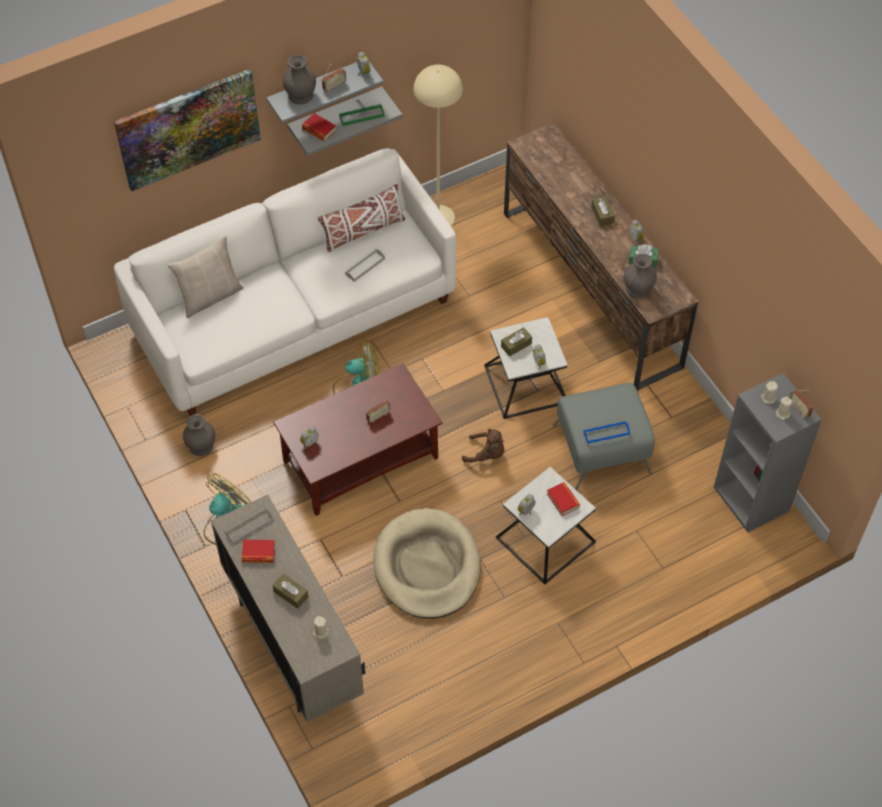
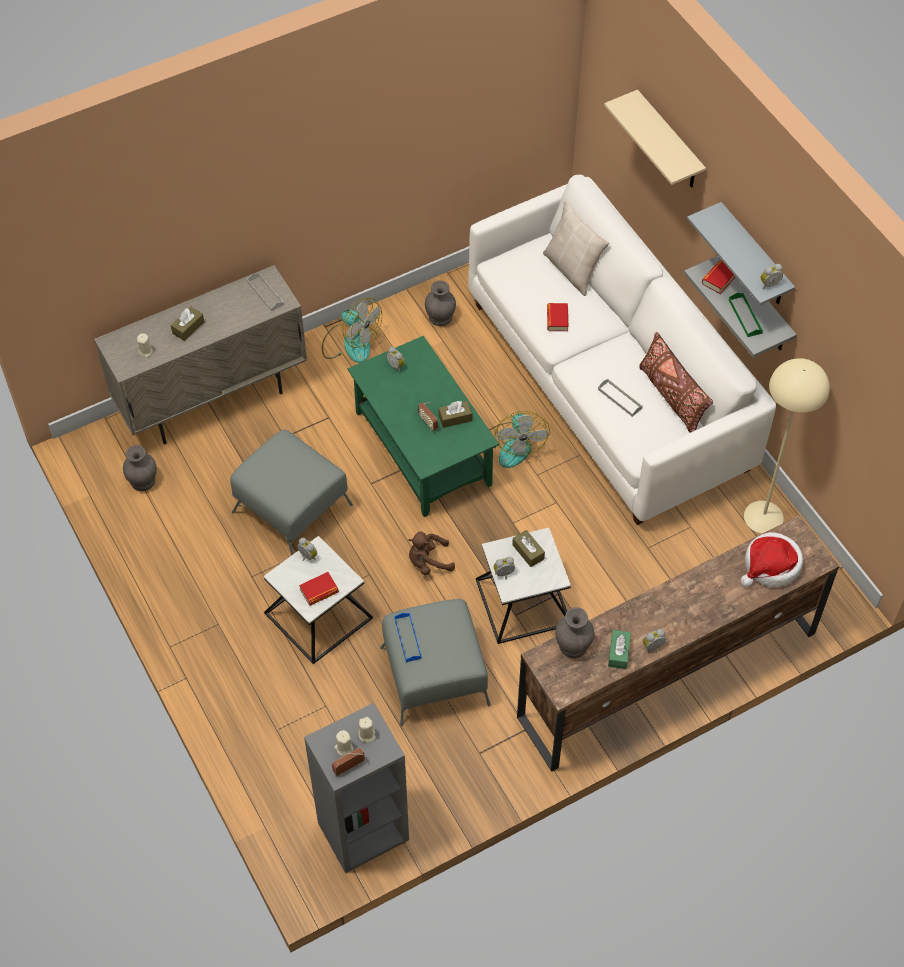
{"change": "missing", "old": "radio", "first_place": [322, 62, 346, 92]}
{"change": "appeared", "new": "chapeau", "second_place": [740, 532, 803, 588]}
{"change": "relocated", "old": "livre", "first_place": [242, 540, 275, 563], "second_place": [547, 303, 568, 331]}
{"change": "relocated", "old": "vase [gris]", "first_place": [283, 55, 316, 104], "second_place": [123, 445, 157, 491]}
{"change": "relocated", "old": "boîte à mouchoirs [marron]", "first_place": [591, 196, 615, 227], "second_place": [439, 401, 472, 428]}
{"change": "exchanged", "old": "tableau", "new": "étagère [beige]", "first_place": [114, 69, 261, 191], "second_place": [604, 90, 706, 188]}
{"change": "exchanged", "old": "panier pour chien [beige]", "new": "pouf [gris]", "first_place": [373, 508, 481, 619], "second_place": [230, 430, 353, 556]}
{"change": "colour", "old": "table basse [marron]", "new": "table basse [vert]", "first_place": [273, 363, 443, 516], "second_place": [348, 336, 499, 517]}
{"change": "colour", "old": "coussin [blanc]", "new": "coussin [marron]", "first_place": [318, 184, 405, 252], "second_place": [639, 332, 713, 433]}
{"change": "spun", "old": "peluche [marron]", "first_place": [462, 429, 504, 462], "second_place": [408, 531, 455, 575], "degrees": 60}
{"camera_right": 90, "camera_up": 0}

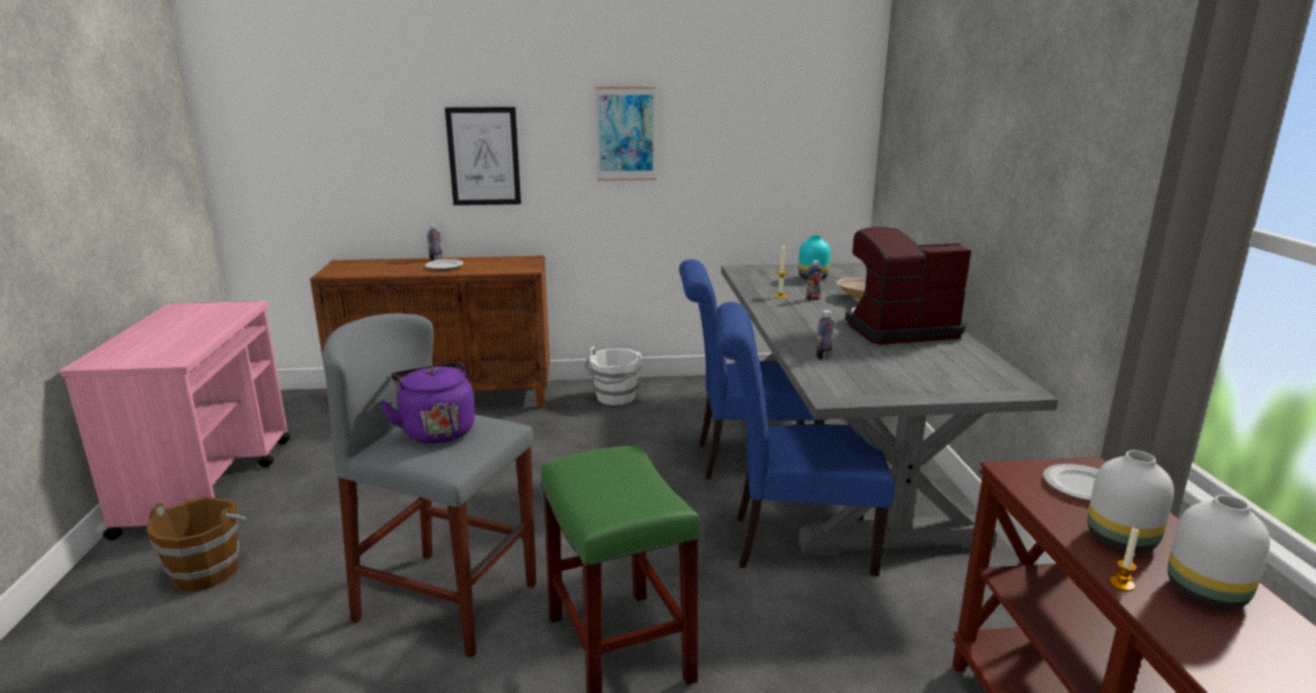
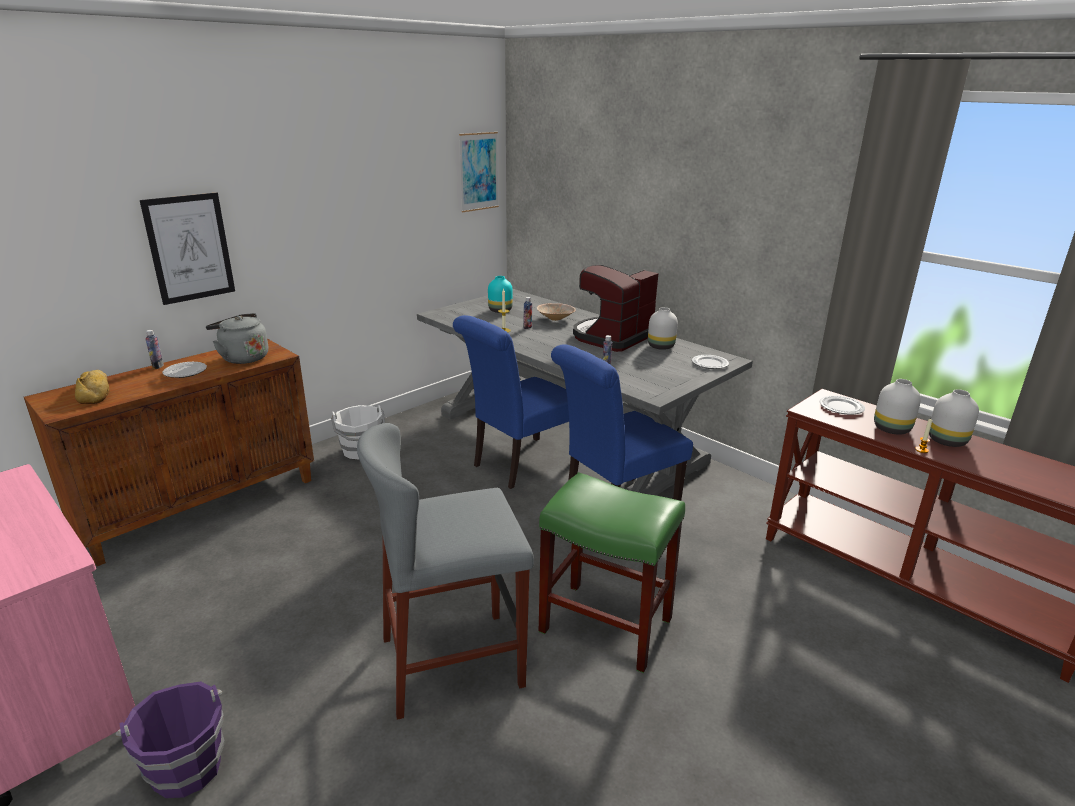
{"change": "missing", "old": "bouilloire [violet]", "first_place": [380, 362, 475, 444]}
{"change": "appeared", "new": "pain", "second_place": [75, 370, 110, 404]}
{"change": "appeared", "new": "bouilloire [gris]", "second_place": [206, 313, 268, 364]}
{"change": "appeared", "new": "vase [blanc]", "second_place": [648, 307, 678, 350]}
{"change": "appeared", "new": "assiette", "second_place": [692, 355, 729, 369]}
{"change": "relocated", "old": "tableau", "first_place": [595, 87, 656, 181], "second_place": [459, 132, 499, 212]}
{"change": "colour", "old": "seau [marron]", "new": "seau [violet]", "first_place": [147, 497, 246, 592], "second_place": [116, 682, 224, 798]}
{"camera_right": -40, "camera_up": 5}

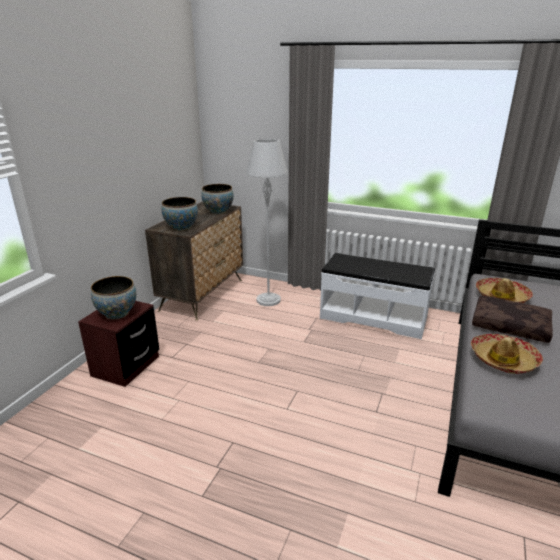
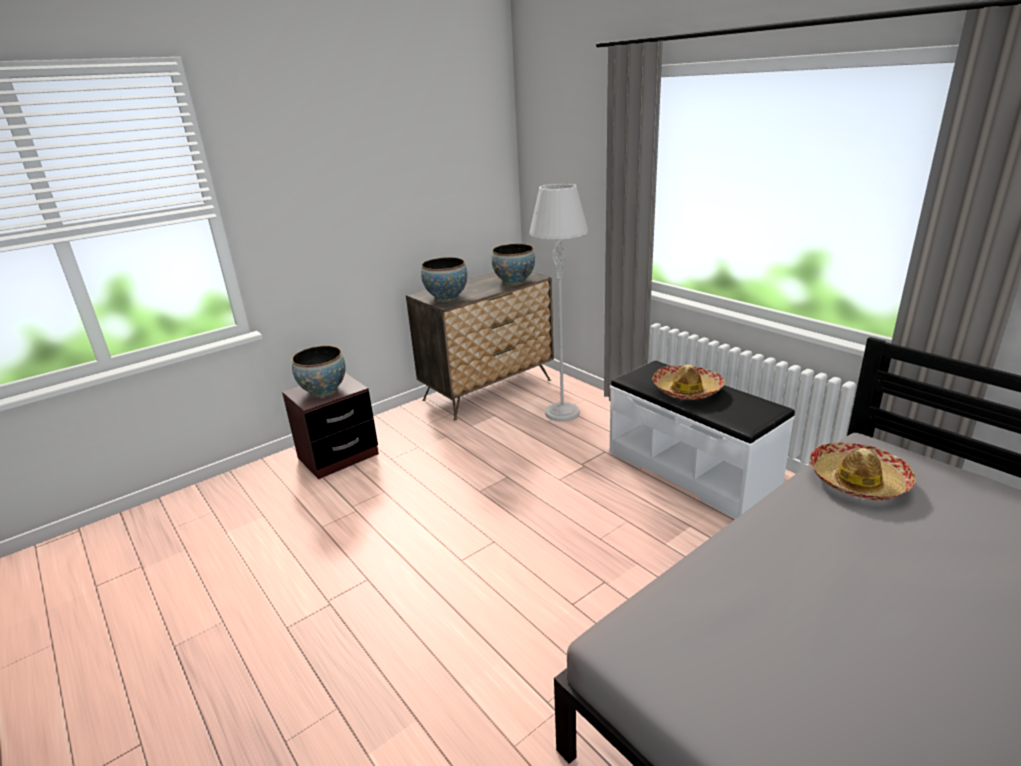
{"change": "missing", "old": "coussin [marron]", "first_place": [472, 296, 553, 343]}
{"change": "relocated", "old": "chapeau", "first_place": [471, 334, 543, 374], "second_place": [652, 365, 725, 400]}
{"camera_right": 30, "camera_up": 0}

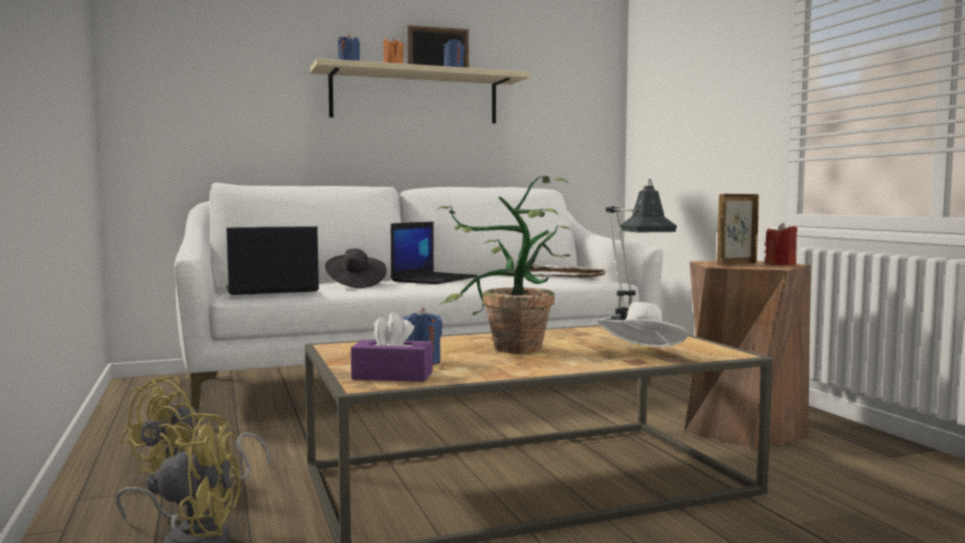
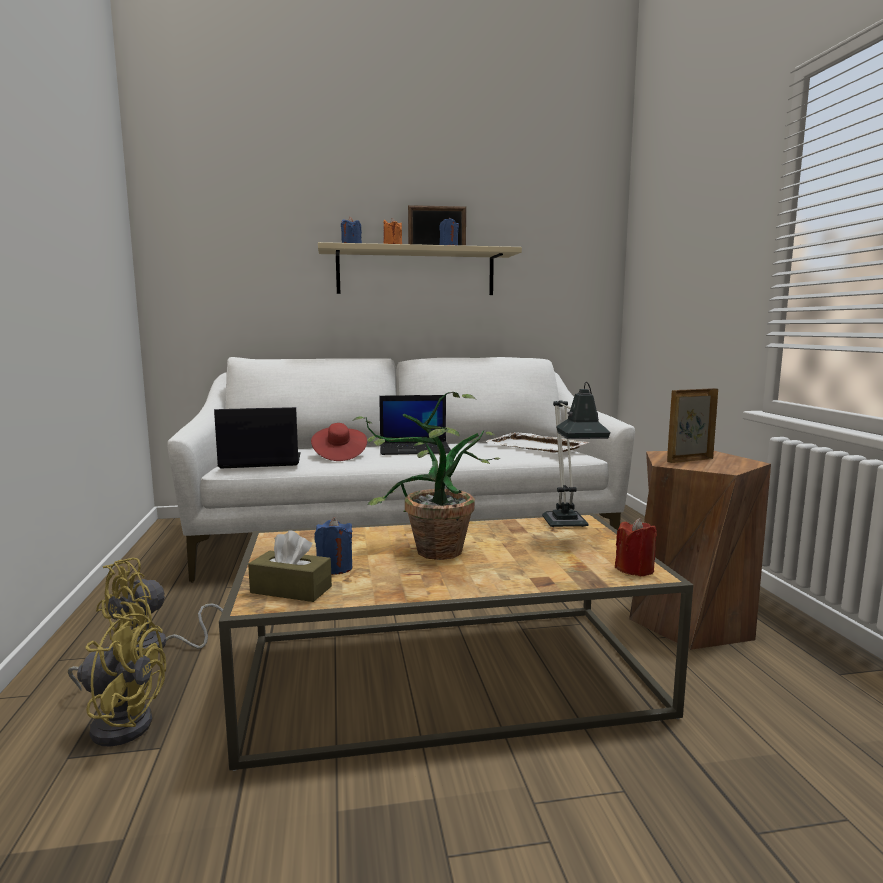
{"change": "missing", "old": "chapeau [blanc]", "first_place": [598, 302, 688, 347]}
{"change": "relocated", "old": "bougie [rouge]", "first_place": [765, 223, 797, 266], "second_place": [615, 518, 657, 576]}
{"change": "colour", "old": "chapeau [noir]", "new": "chapeau [rouge]", "first_place": [325, 249, 387, 288], "second_place": [311, 423, 367, 461]}
{"change": "colour", "old": "boîte à mouchoirs [violet]", "new": "boîte à mouchoirs [marron]", "first_place": [351, 313, 433, 382], "second_place": [248, 530, 332, 602]}
{"change": "spun", "old": "ordinateur portable", "first_place": [391, 222, 478, 284], "second_place": [379, 395, 451, 455], "degrees": 45}
{"camera_right": 10, "camera_up": 5}

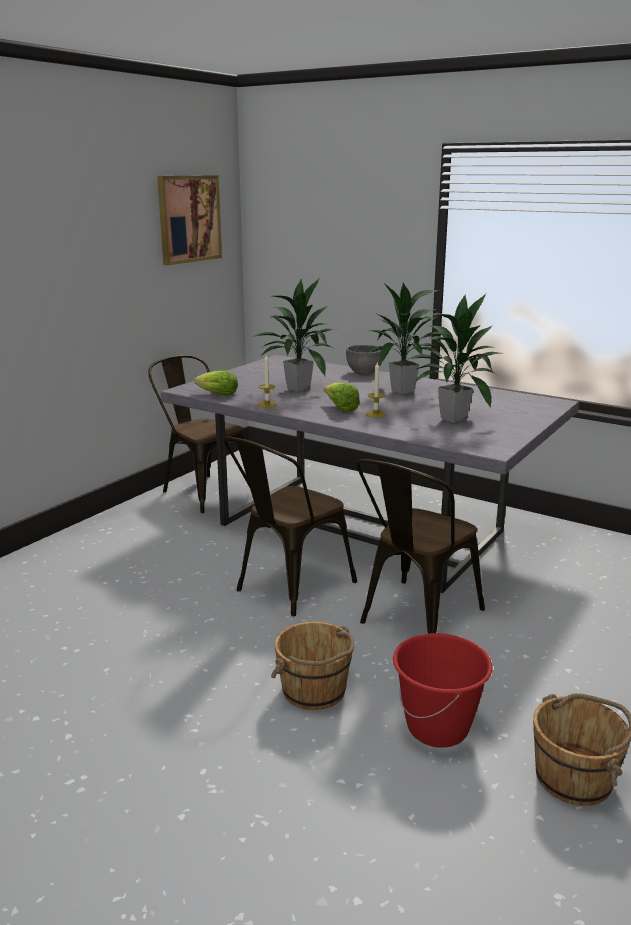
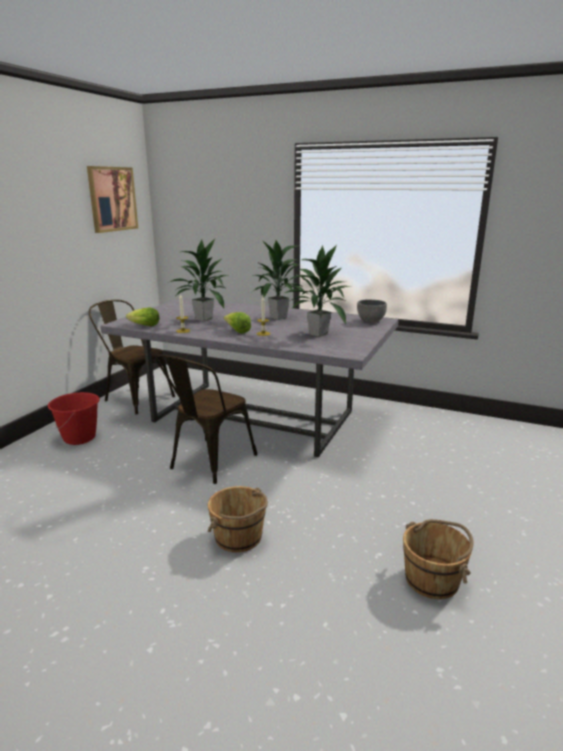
{"change": "missing", "old": "chaise [marron]", "first_place": [357, 459, 485, 634]}
{"change": "relocated", "old": "bol [gris]", "first_place": [346, 345, 382, 374], "second_place": [357, 299, 387, 323]}
{"change": "relocated", "old": "seau [rouge]", "first_place": [393, 633, 492, 748], "second_place": [48, 392, 100, 445]}
{"camera_right": -10, "camera_up": 0}

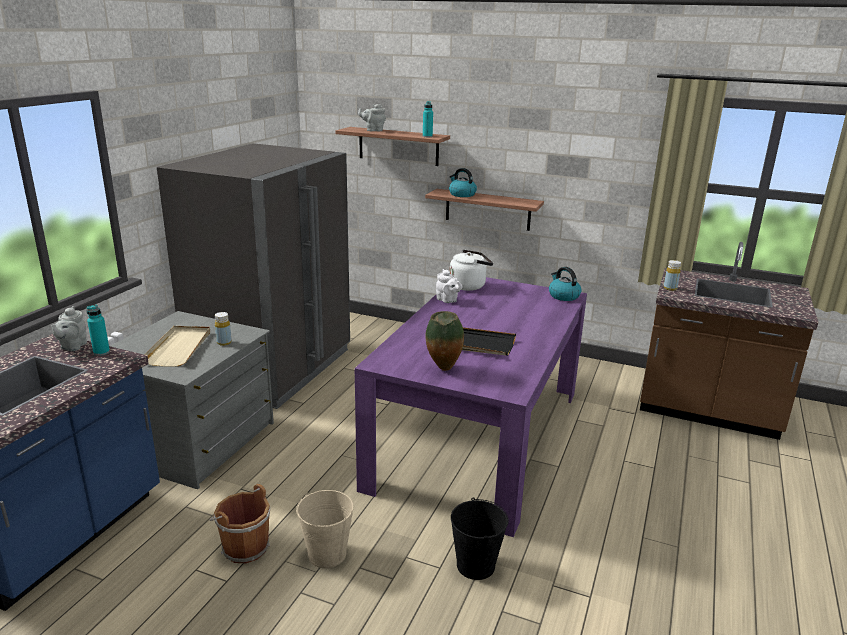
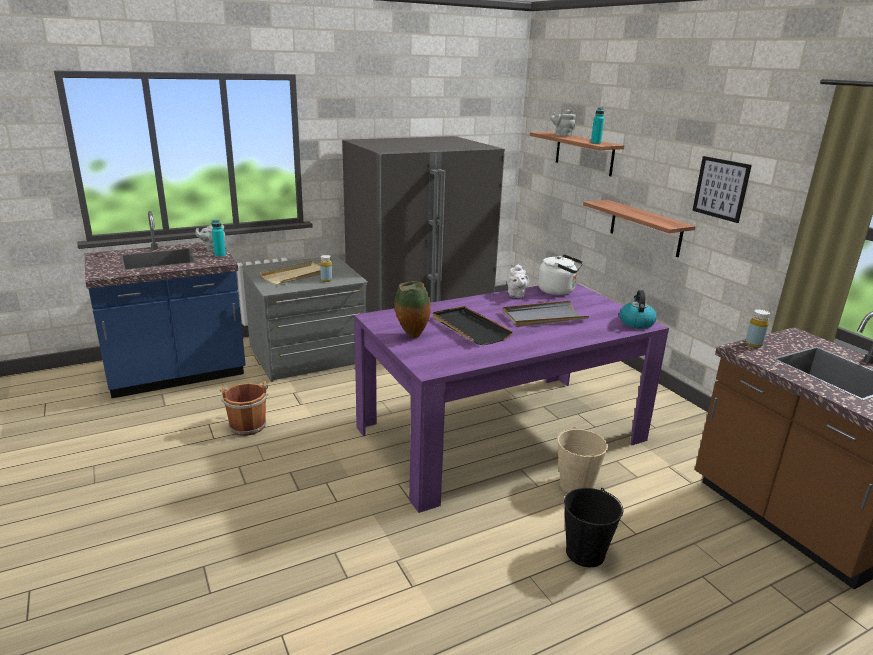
{"change": "missing", "old": "bouilloire", "first_place": [449, 168, 477, 197]}
{"change": "appeared", "new": "plateau [gris]", "second_place": [502, 300, 589, 327]}
{"change": "appeared", "new": "tableau", "second_place": [692, 156, 752, 223]}
{"change": "relocated", "old": "seau [beige]", "first_place": [296, 490, 354, 568], "second_place": [557, 427, 608, 493]}
{"change": "relocated", "old": "seau [noir]", "first_place": [451, 497, 509, 580], "second_place": [564, 488, 623, 567]}
{"camera_right": 40, "camera_up": 0}

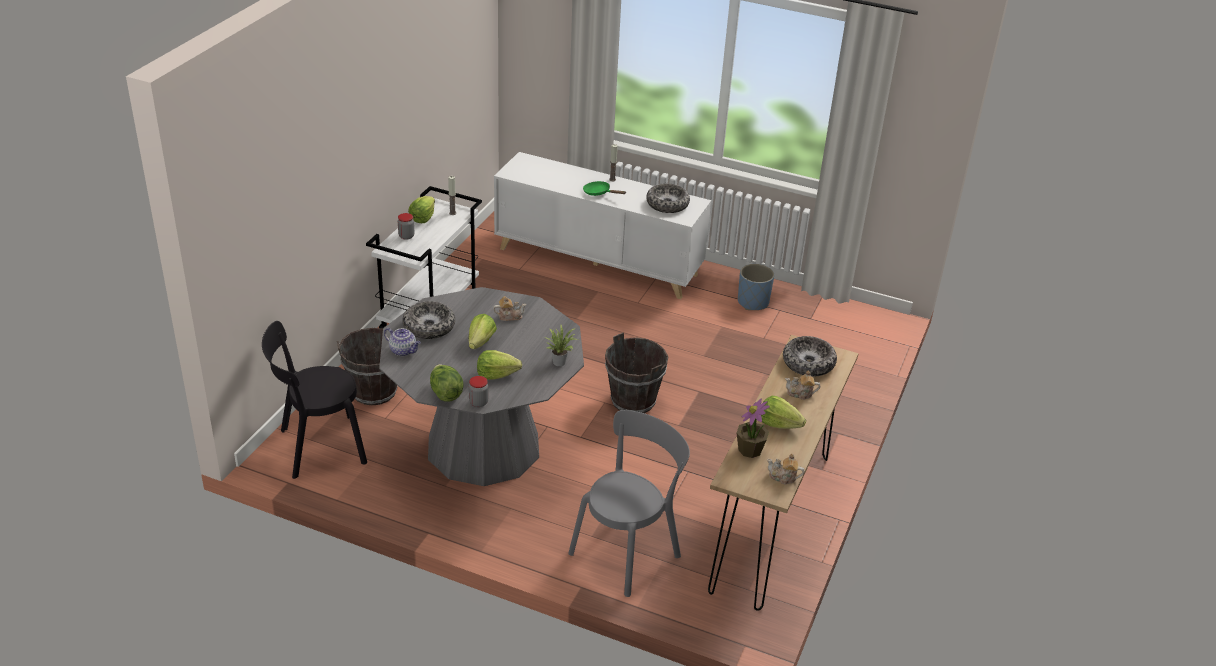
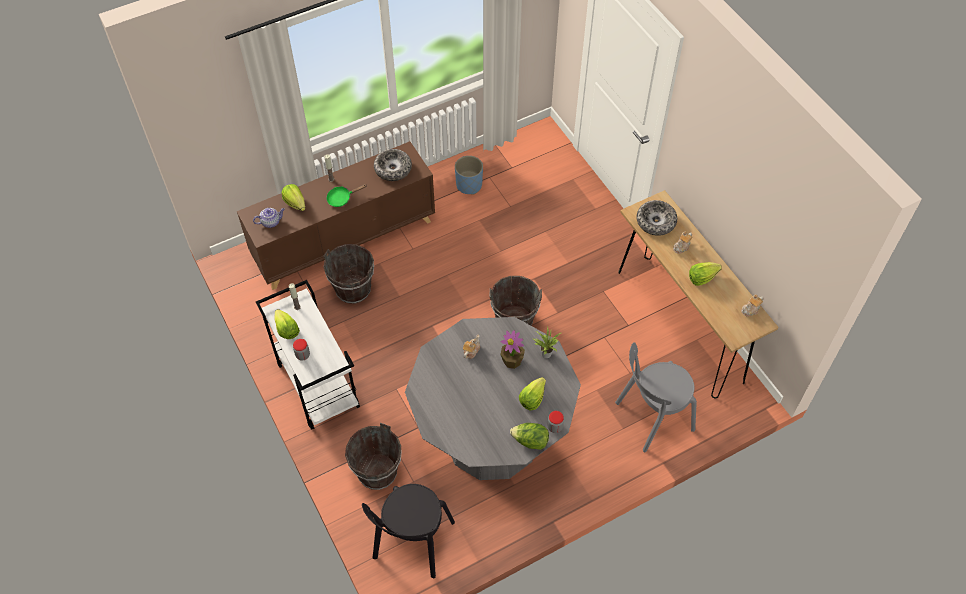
{"change": "missing", "old": "bol", "first_place": [402, 301, 455, 339]}
{"change": "appeared", "new": "seau [marron]", "second_place": [323, 244, 374, 304]}
{"change": "relocated", "old": "théière", "first_place": [384, 328, 421, 356], "second_place": [253, 208, 285, 228]}
{"change": "relocated", "old": "laitue", "first_place": [469, 314, 497, 349], "second_place": [282, 184, 305, 211]}
{"change": "relocated", "old": "plante en pot", "first_place": [737, 399, 770, 458], "second_place": [500, 330, 525, 369]}
{"change": "colour", "old": "meuble de rangement [blanc]", "new": "meuble de rangement [marron]", "first_place": [494, 152, 711, 299], "second_place": [237, 141, 435, 290]}
{"change": "spun", "old": "chaise [gris]", "first_place": [568, 410, 690, 597], "second_place": [615, 342, 697, 452], "degrees": -105}
{"camera_right": -50, "camera_up": 20}

